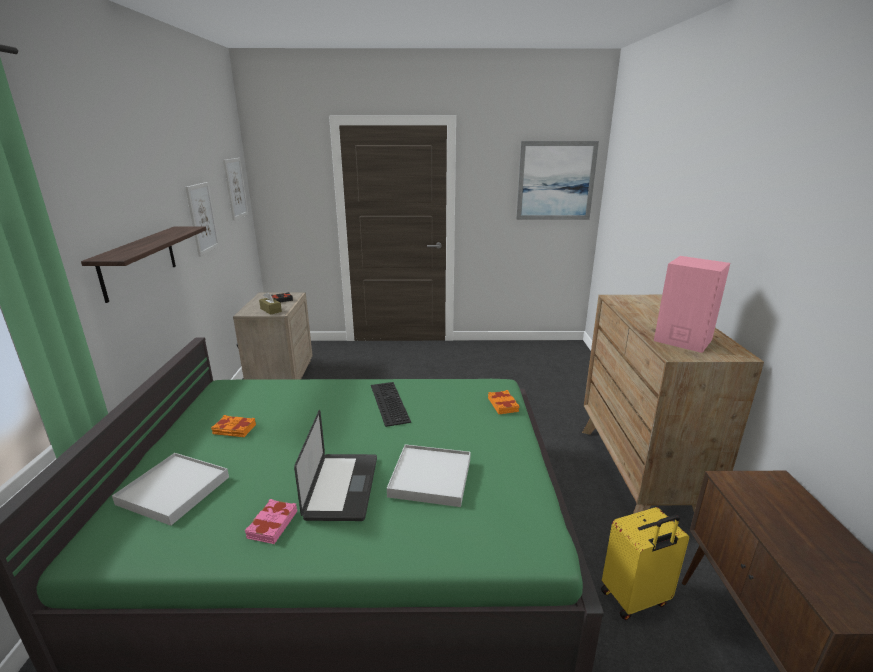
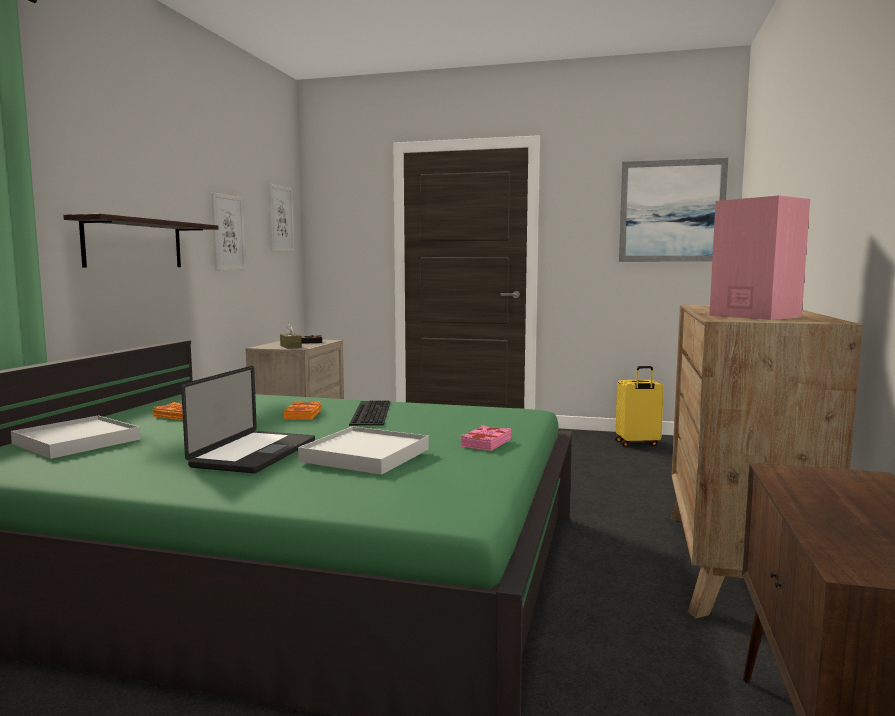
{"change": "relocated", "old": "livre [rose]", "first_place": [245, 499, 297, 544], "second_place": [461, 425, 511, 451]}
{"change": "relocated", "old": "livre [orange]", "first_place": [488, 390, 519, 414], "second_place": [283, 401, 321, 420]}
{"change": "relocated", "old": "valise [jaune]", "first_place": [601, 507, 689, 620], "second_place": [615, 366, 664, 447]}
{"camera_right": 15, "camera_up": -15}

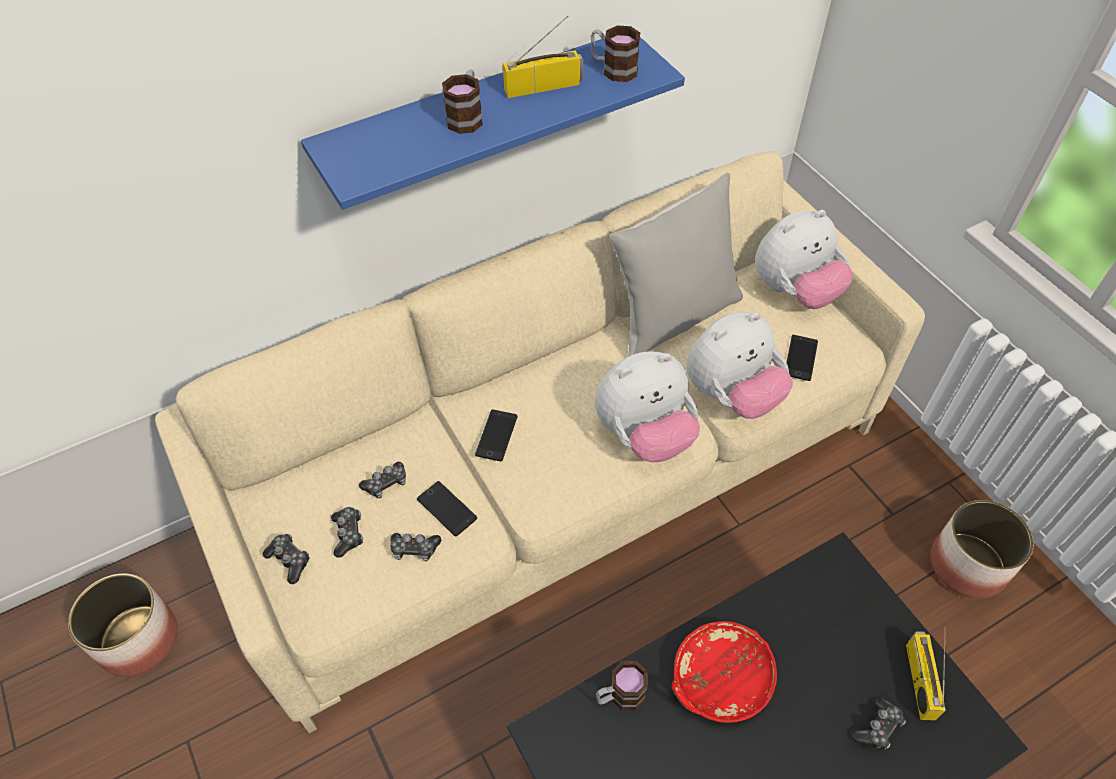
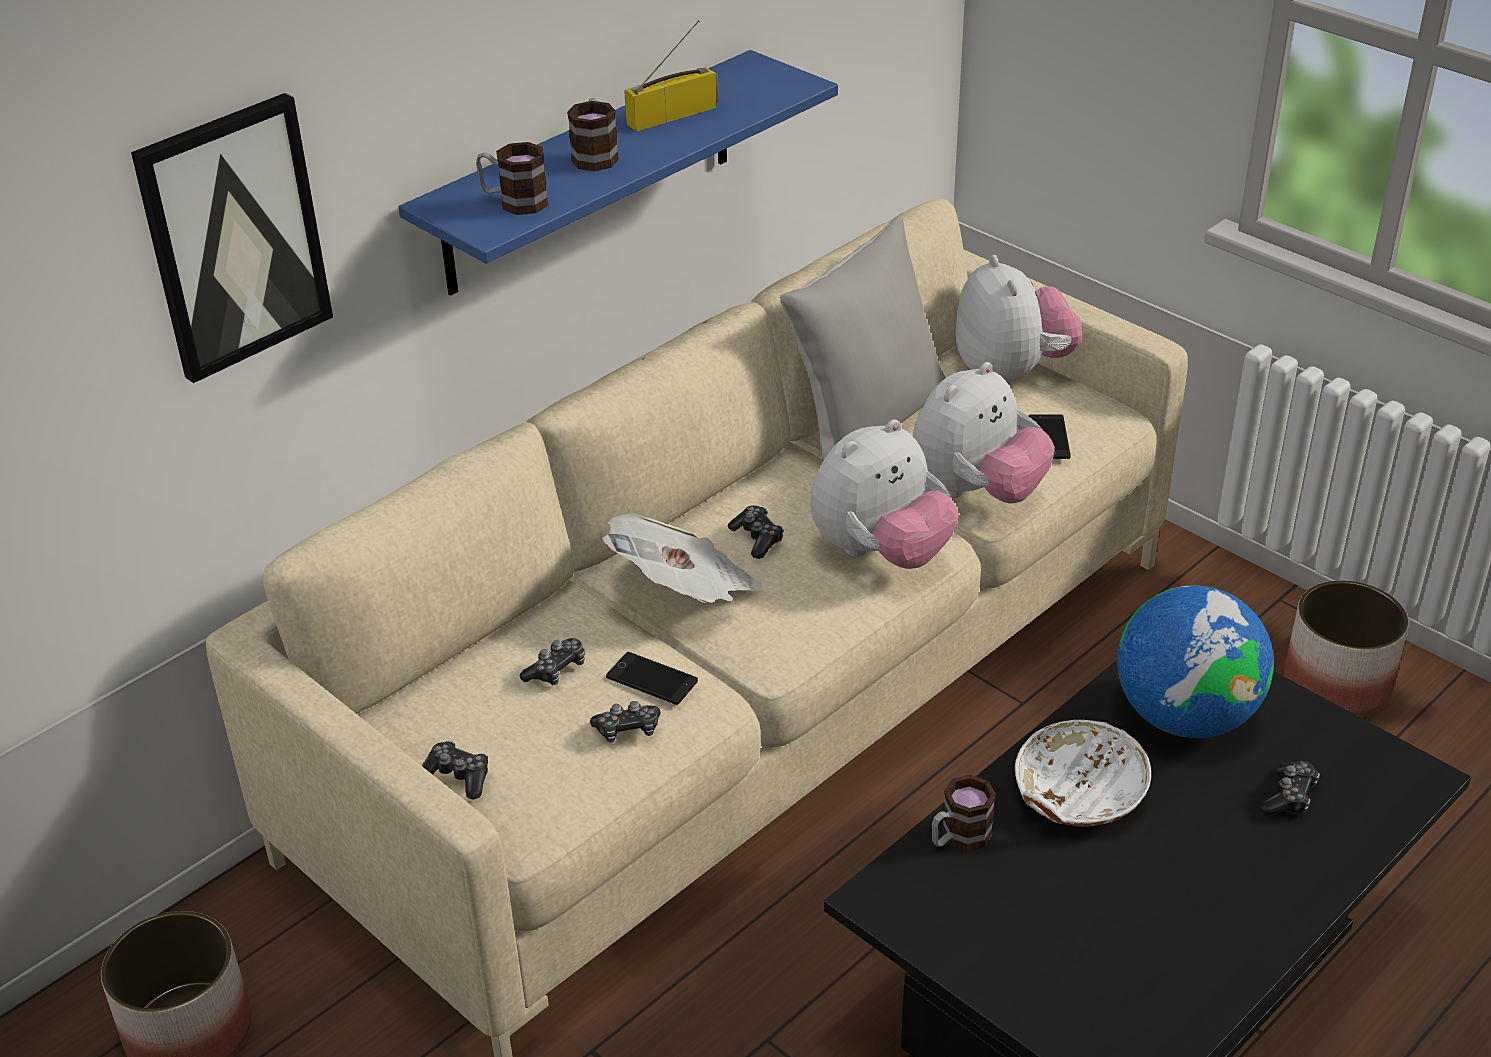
{"change": "missing", "old": "radio", "first_place": [906, 627, 946, 721]}
{"change": "appeared", "new": "tableau", "second_place": [131, 93, 333, 383]}
{"change": "appeared", "new": "globe", "second_place": [1117, 585, 1274, 738]}
{"change": "relocated", "old": "manette", "first_place": [331, 507, 363, 558], "second_place": [728, 505, 784, 559]}
{"change": "relocated", "old": "mug", "first_place": [591, 25, 640, 82], "second_place": [476, 142, 549, 215]}
{"change": "exchanged", "old": "téléphone", "new": "journal", "first_place": [475, 410, 517, 461], "second_place": [602, 513, 762, 604]}
{"change": "colour", "old": "bol [rouge]", "new": "bol [blanc]", "first_place": [672, 621, 777, 723], "second_place": [1015, 720, 1151, 827]}
{"change": "spun", "old": "peluche", "first_place": [755, 210, 853, 309], "second_place": [956, 255, 1082, 385], "degrees": -60}
{"camera_right": -15, "camera_up": -15}

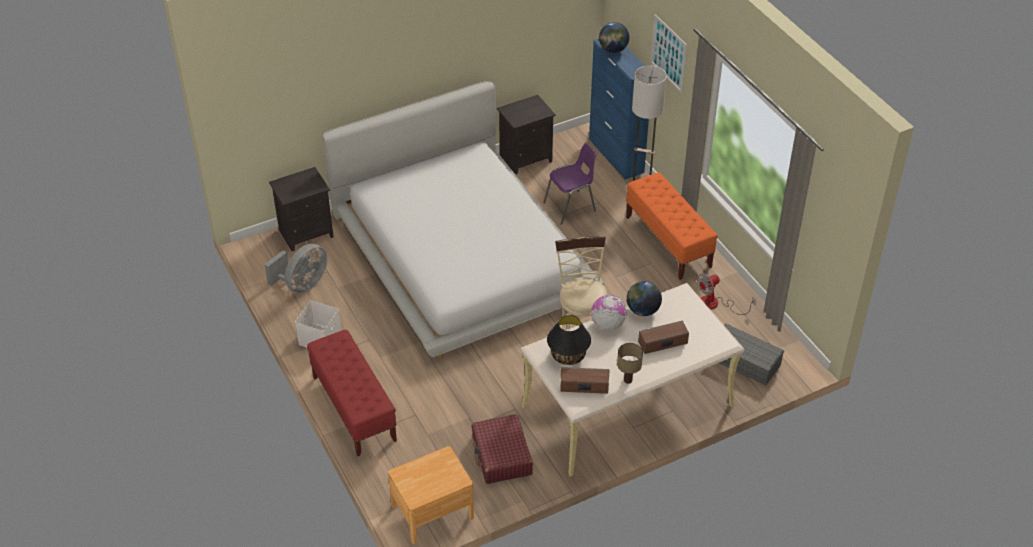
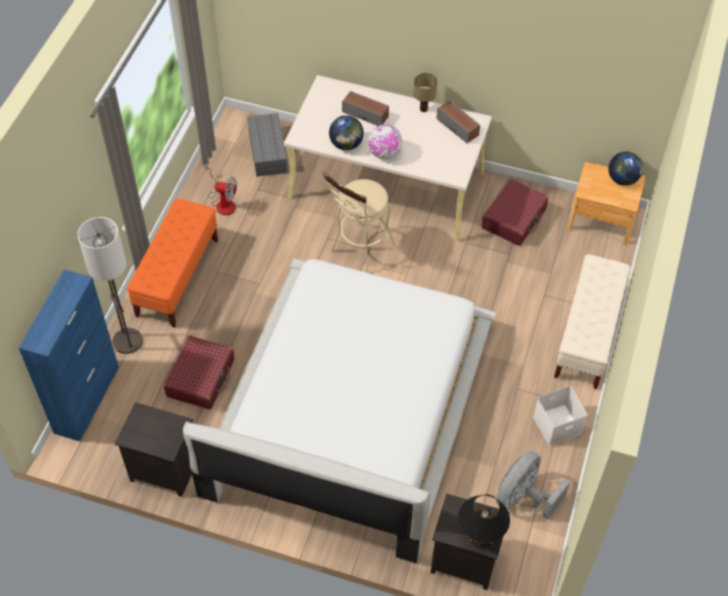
{"change": "missing", "old": "tableau", "first_place": [651, 14, 687, 93]}
{"change": "relocated", "old": "lampe de table [noir]", "first_place": [547, 315, 591, 365], "second_place": [458, 494, 510, 547]}
{"change": "relocated", "old": "globe", "first_place": [599, 22, 629, 53], "second_place": [608, 151, 643, 186]}
{"change": "exchanged", "old": "chaise [violet]", "new": "valise [rouge]", "first_place": [543, 143, 596, 225], "second_place": [164, 336, 234, 410]}
{"change": "colour", "old": "banc [rouge]", "new": "banc [beige]", "first_place": [307, 330, 397, 457], "second_place": [554, 254, 630, 389]}
{"change": "spun", "old": "ventilateur [gris]", "first_place": [265, 244, 327, 293], "second_place": [496, 451, 570, 519], "degrees": -45}
{"camera_right": -135, "camera_up": 10}

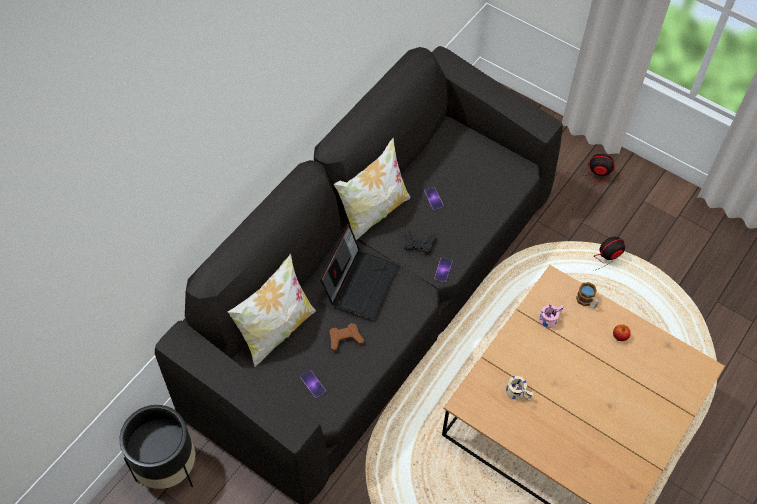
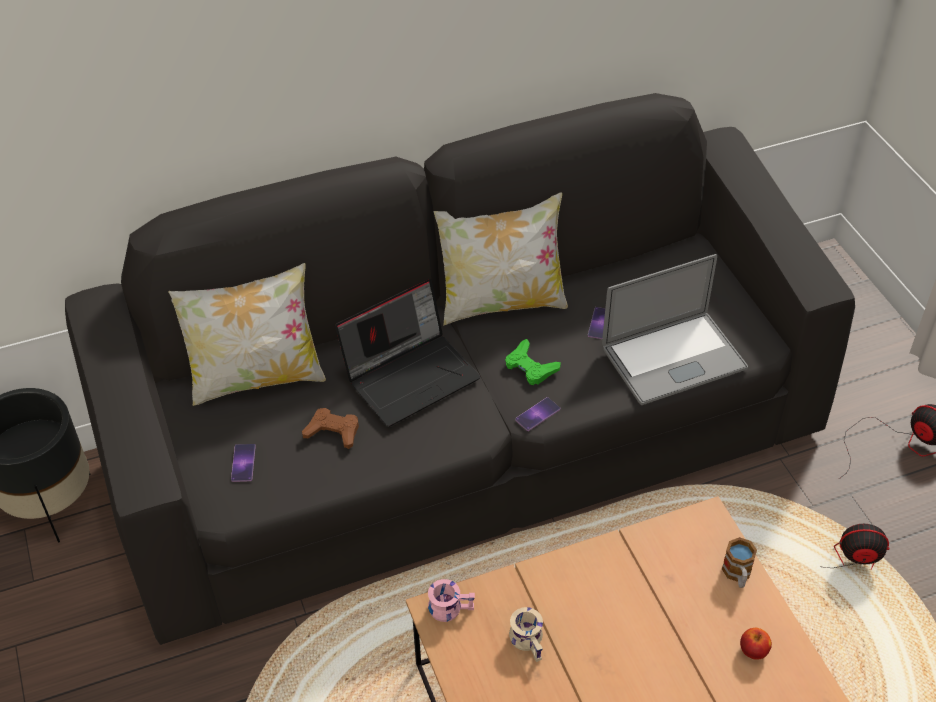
{"change": "appeared", "new": "ordinateur portable", "second_place": [602, 254, 748, 405]}
{"change": "relocated", "old": "mug [rose]", "first_place": [539, 305, 564, 328], "second_place": [428, 579, 475, 622]}
{"change": "colour", "old": "manette [noir]", "new": "manette [vert]", "first_place": [405, 229, 437, 255], "second_place": [505, 339, 561, 385]}
{"camera_right": 35, "camera_up": -10}

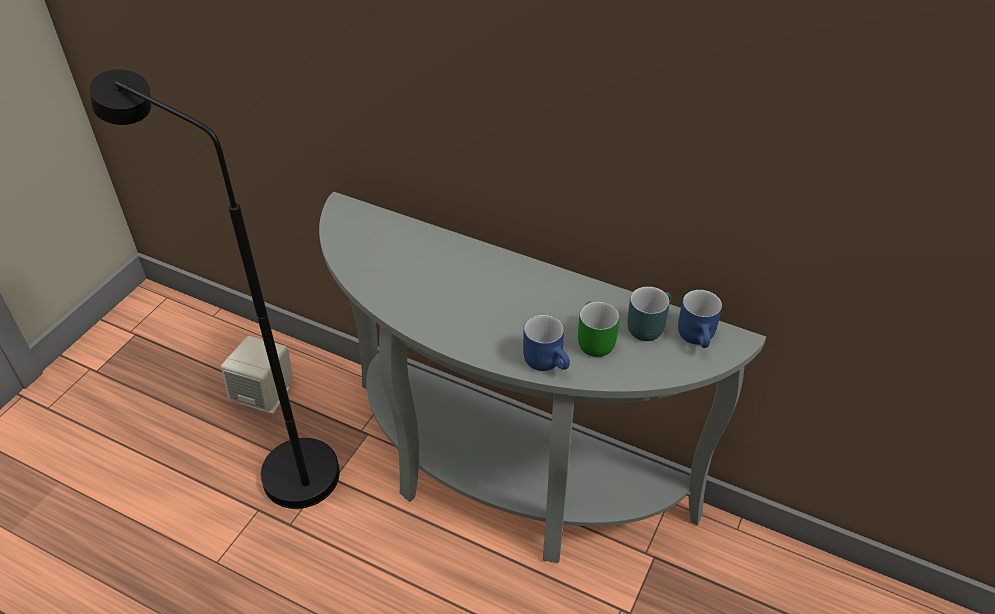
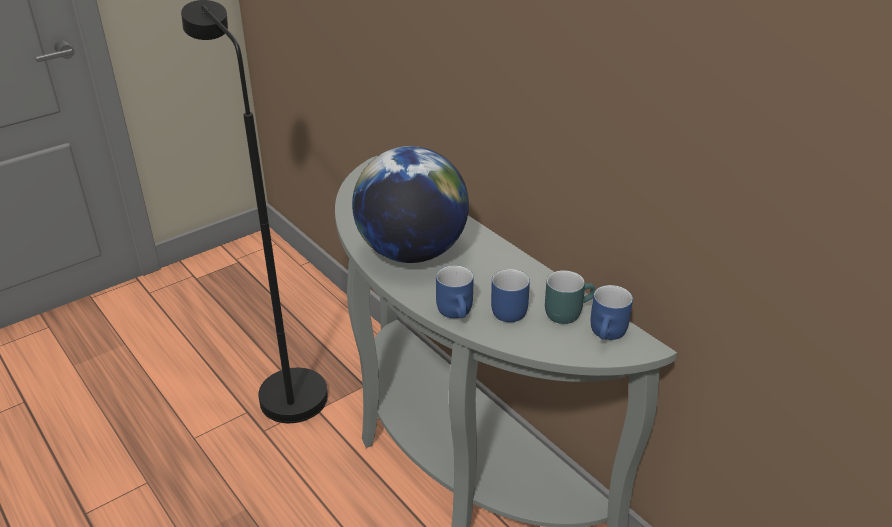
{"change": "missing", "old": "enceinte [beige]", "first_place": [221, 336, 293, 414]}
{"change": "appeared", "new": "globe", "second_place": [352, 146, 469, 263]}
{"change": "colour", "old": "mug [vert]", "new": "mug [bleu]", "first_place": [578, 301, 619, 357], "second_place": [491, 269, 530, 322]}
{"camera_right": 25, "camera_up": -10}

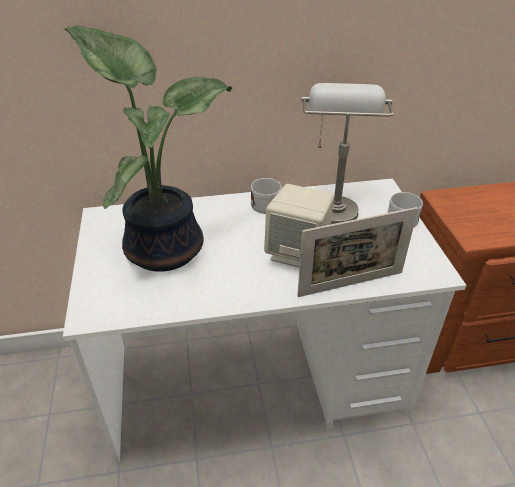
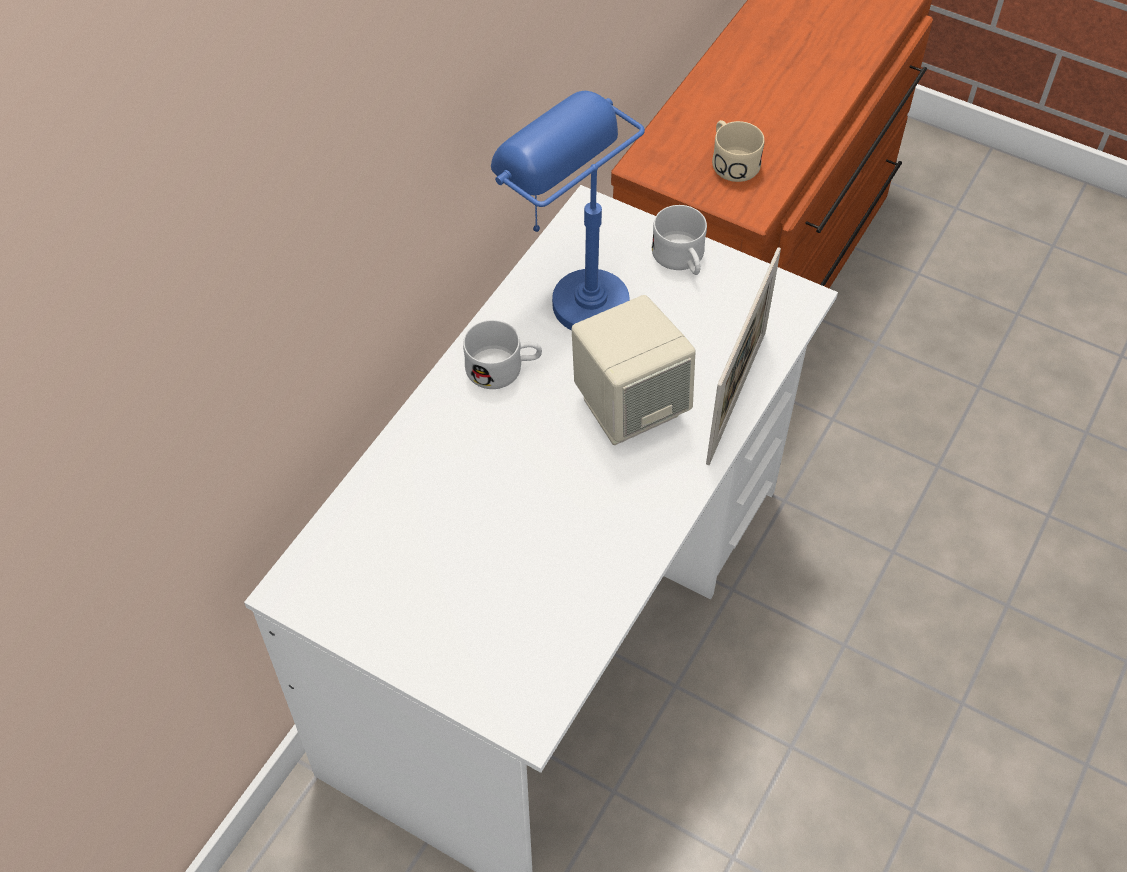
{"change": "missing", "old": "plante en pot", "first_place": [64, 25, 232, 272]}
{"change": "appeared", "new": "mug [beige]", "second_place": [712, 120, 764, 182]}
{"change": "colour", "old": "lampe de table [gris]", "new": "lampe de table [bleu]", "first_place": [301, 83, 394, 224], "second_place": [491, 91, 645, 330]}
{"camera_right": -50, "camera_up": 15}

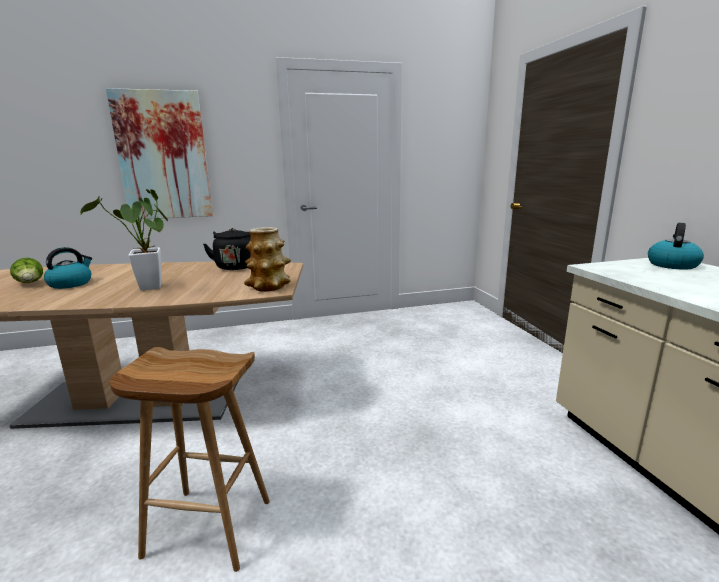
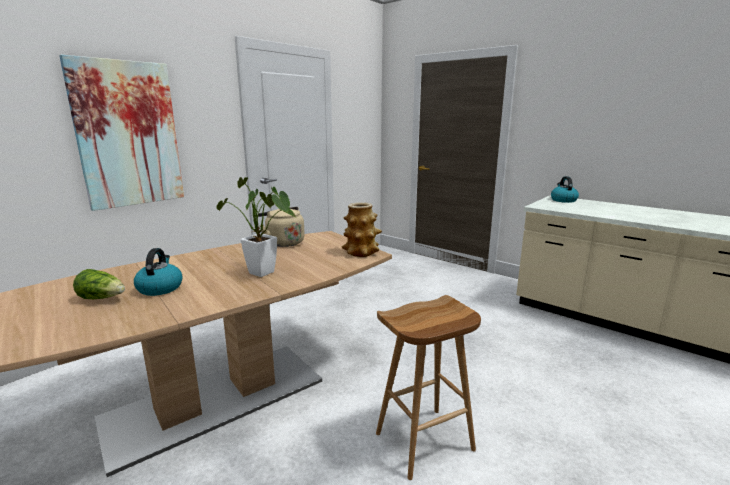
{"change": "colour", "old": "bouilloire [noir]", "new": "bouilloire [beige]", "first_place": [203, 228, 251, 270], "second_place": [258, 207, 305, 247]}
{"camera_right": -35, "camera_up": 0}

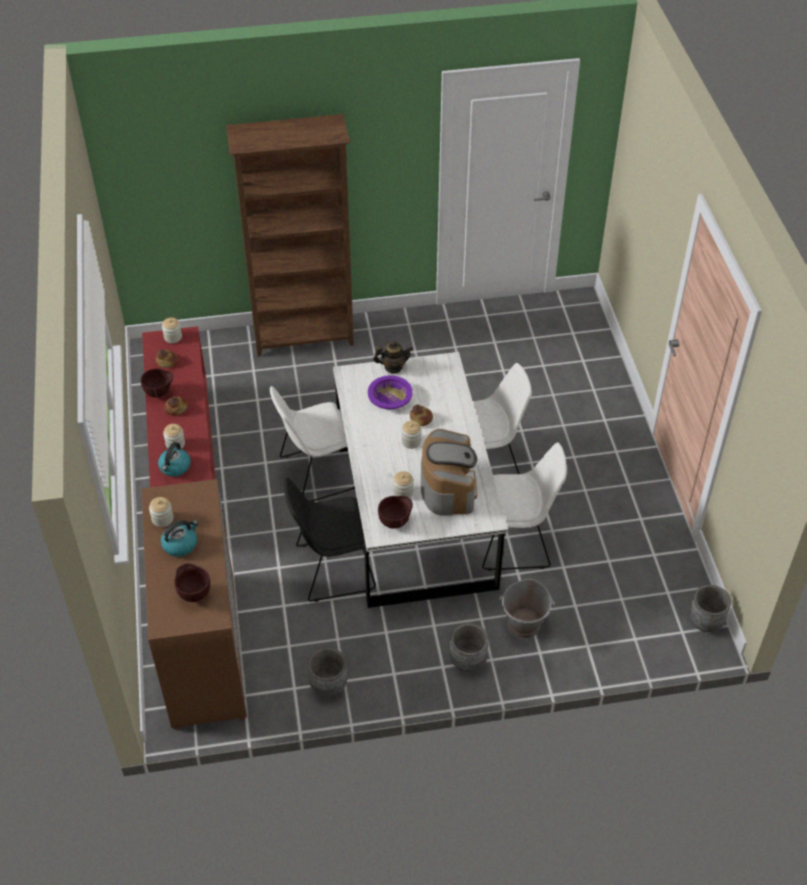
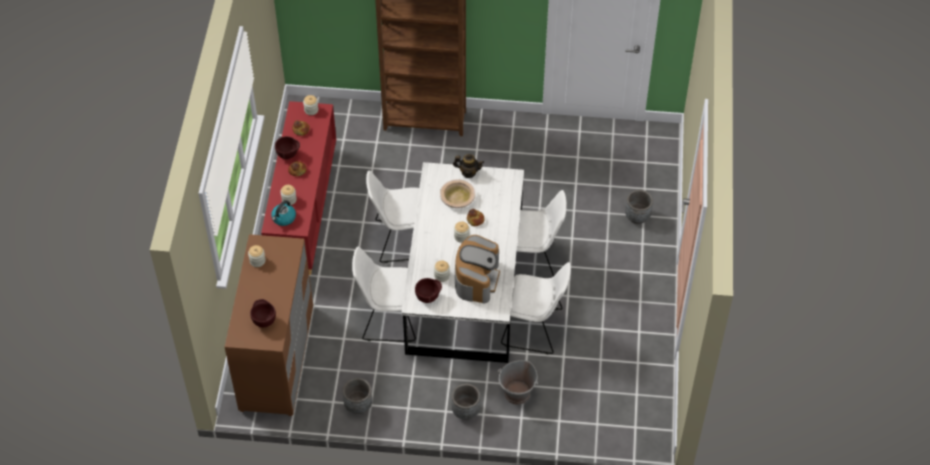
{"change": "missing", "old": "bouilloire", "first_place": [161, 520, 198, 557]}
{"change": "relocated", "old": "cache-pot [gris]", "first_place": [689, 585, 731, 632], "second_place": [625, 190, 653, 224]}
{"change": "colour", "old": "chaise [noir]", "new": "chaise [blanc]", "first_place": [284, 477, 376, 602], "second_place": [352, 247, 416, 342]}
{"change": "colour", "old": "bol [violet]", "new": "bol [beige]", "first_place": [368, 375, 413, 409], "second_place": [440, 179, 475, 208]}
{"camera_right": 15, "camera_up": 5}

